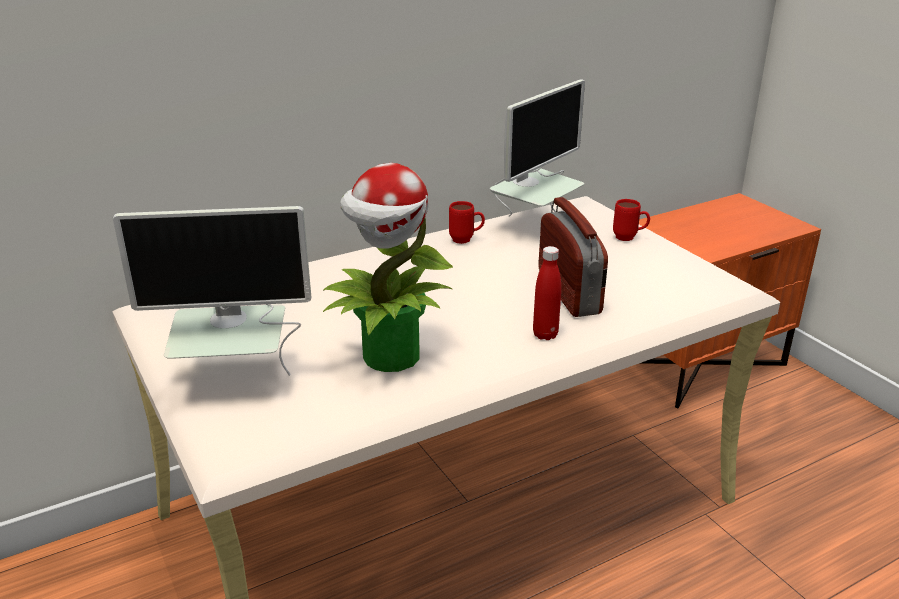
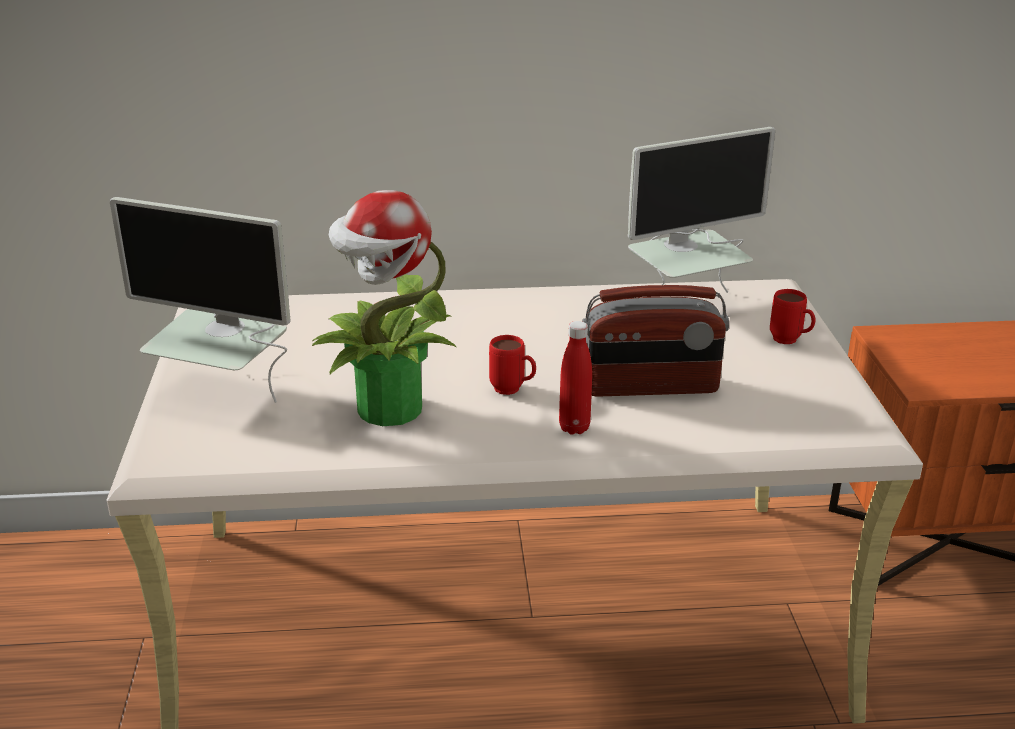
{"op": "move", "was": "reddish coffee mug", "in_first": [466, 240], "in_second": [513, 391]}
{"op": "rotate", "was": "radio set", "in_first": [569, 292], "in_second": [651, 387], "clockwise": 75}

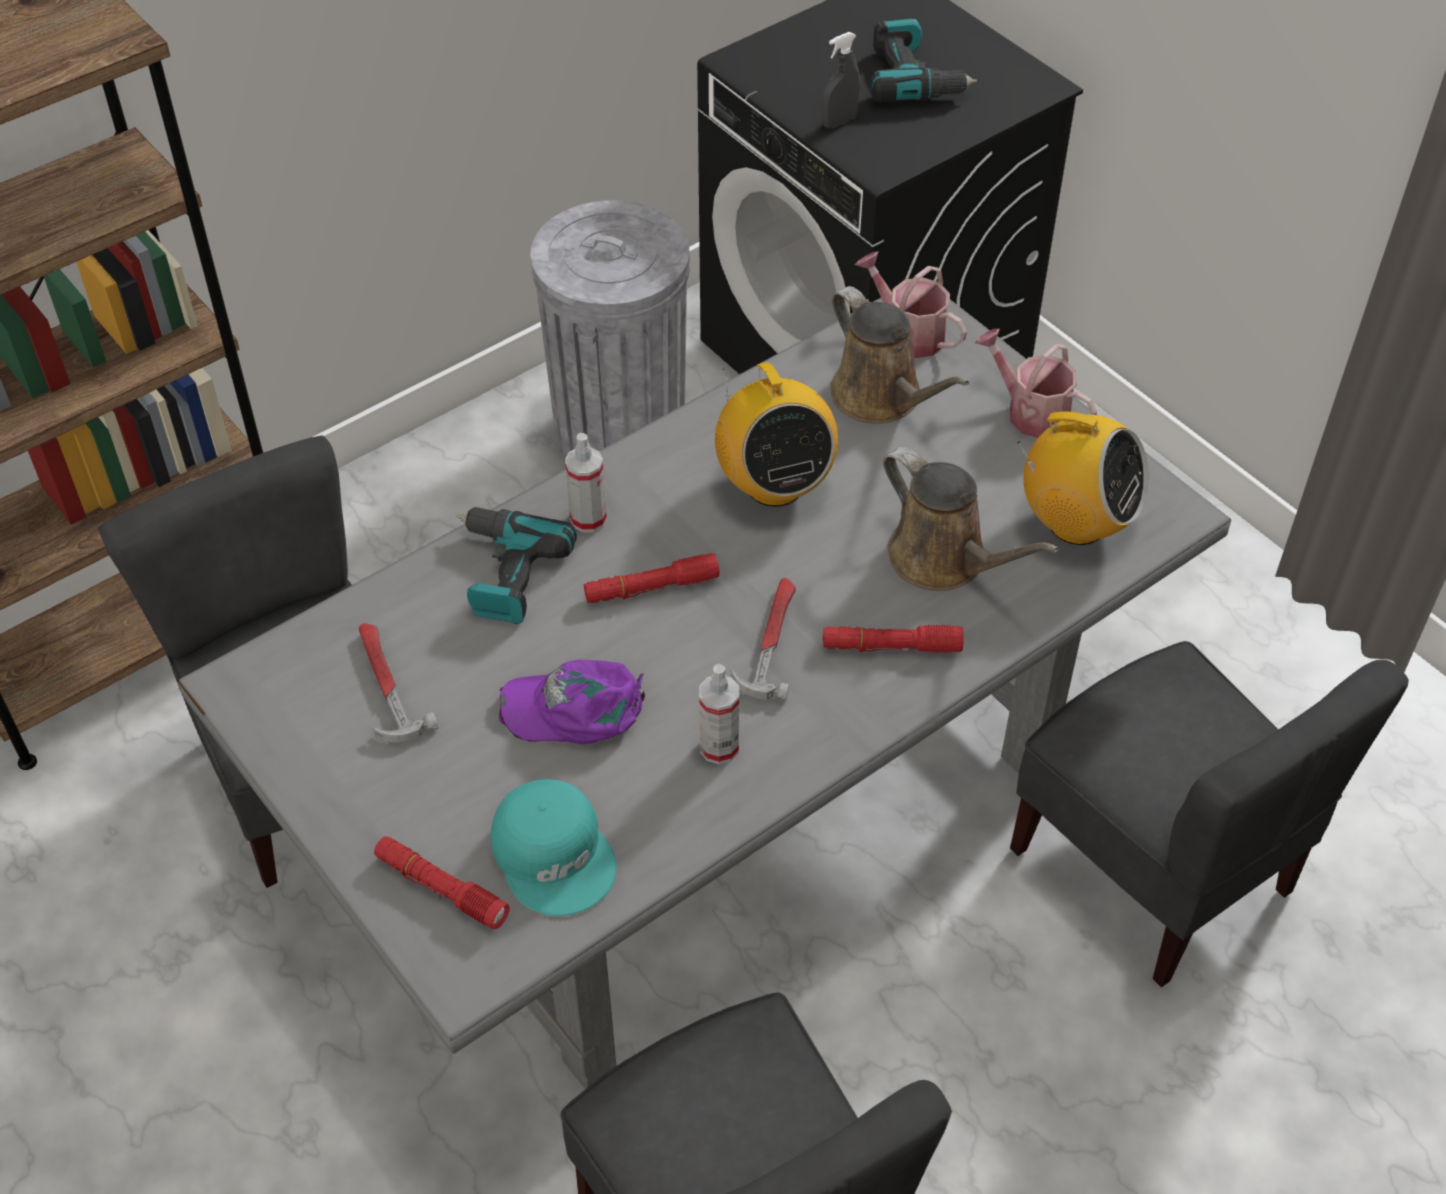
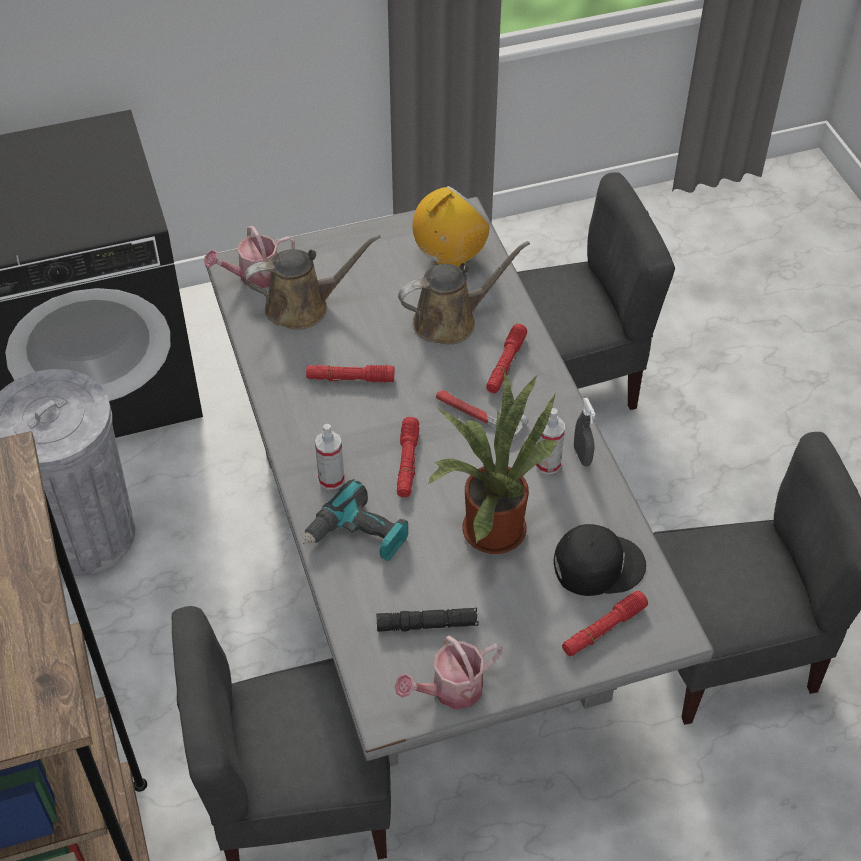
{"op": "replace", "was": "hand hammer", "now": "black-coloured hand torch", "in_first": [386, 686], "in_second": [427, 624]}
{"op": "recolor", "was": "turquoise peaked cap", "now": "black-coloured peaked cap", "in_first": [555, 853], "in_second": [597, 564]}
{"op": "replace", "was": "purple peaked cap", "now": "houseplant", "in_first": [575, 708], "in_second": [489, 527]}
{"op": "replace", "was": "radio set", "now": "reddish hand torch", "in_first": [774, 484], "in_second": [350, 378]}
{"op": "move", "was": "gray sprayer", "in_first": [839, 121], "in_second": [582, 456]}
{"op": "delete", "was": "electric drill", "in_first": [913, 78]}
{"op": "move", "was": "sprinkling can", "in_first": [1030, 411], "in_second": [450, 690]}

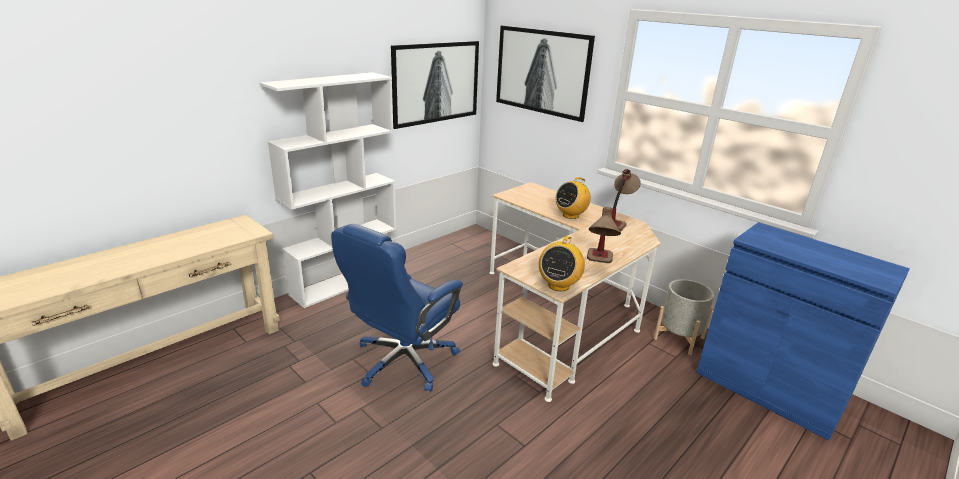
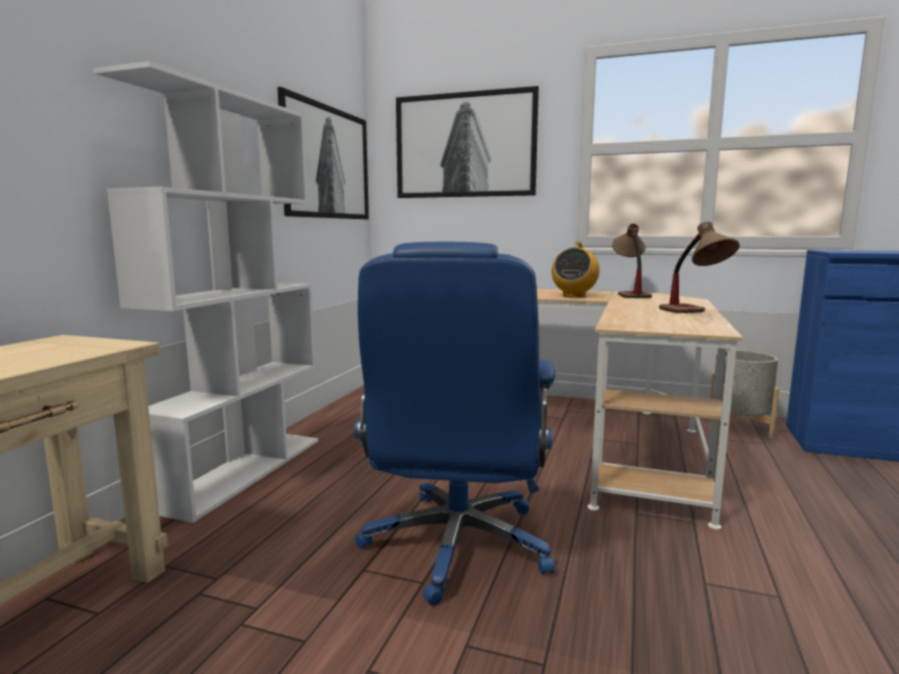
{"op": "delete", "was": "radio set", "in_first": [558, 285]}

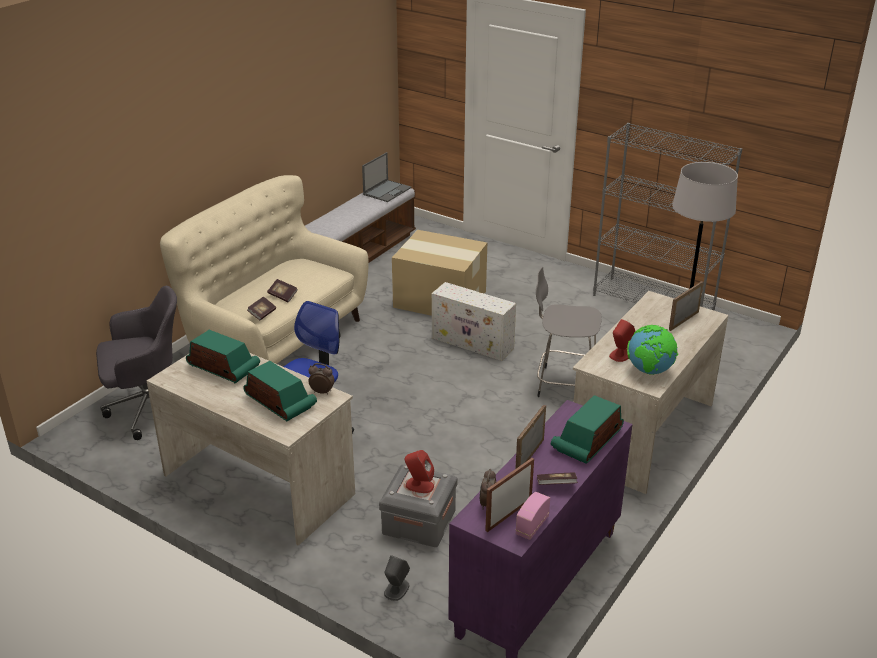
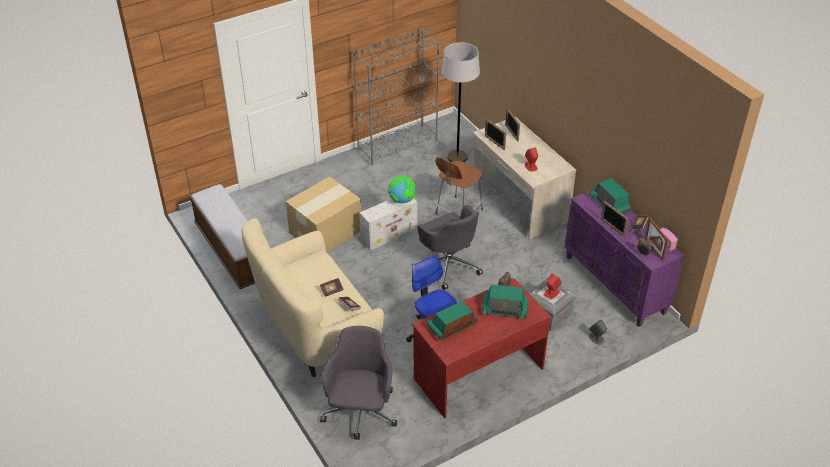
{"op": "recolor", "was": "beige desk unit", "now": "reddish desk unit", "in_first": [259, 483], "in_second": [478, 373]}
{"op": "rotate", "was": "radio set", "in_first": [280, 402], "in_second": [504, 309], "clockwise": -150}
{"op": "delete", "was": "notebook computer", "in_first": [387, 191]}
{"op": "recolor", "was": "gray sitting stool", "now": "brownish sitting stool", "in_first": [564, 384], "in_second": [458, 213]}
{"op": "move", "was": "desk globe", "in_first": [650, 371], "in_second": [402, 200]}
{"op": "insert", "now": "gray office chair", "in_second": [448, 264]}
{"op": "insert", "now": "standing frame", "in_second": [494, 142]}

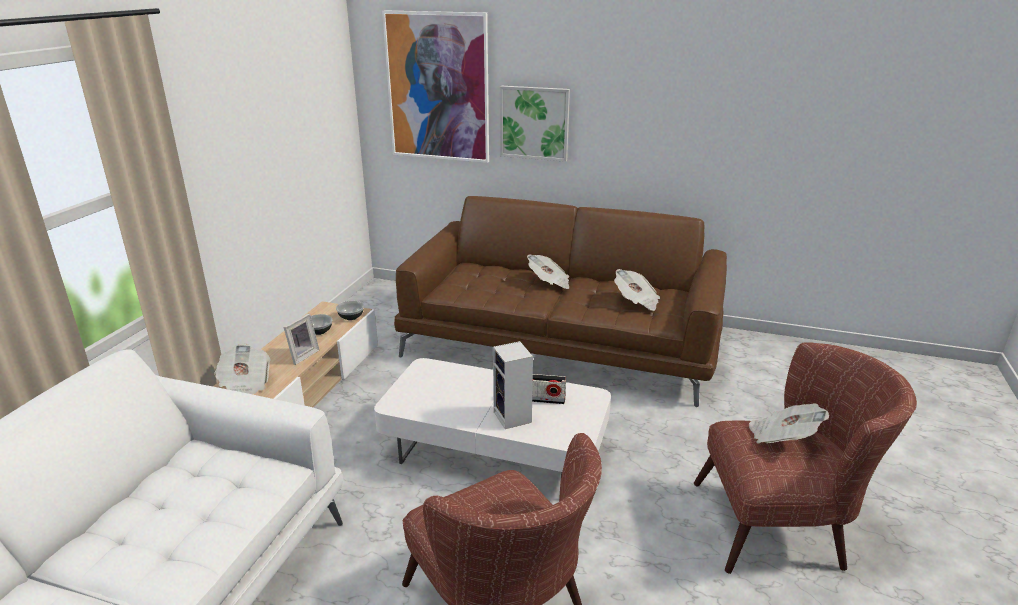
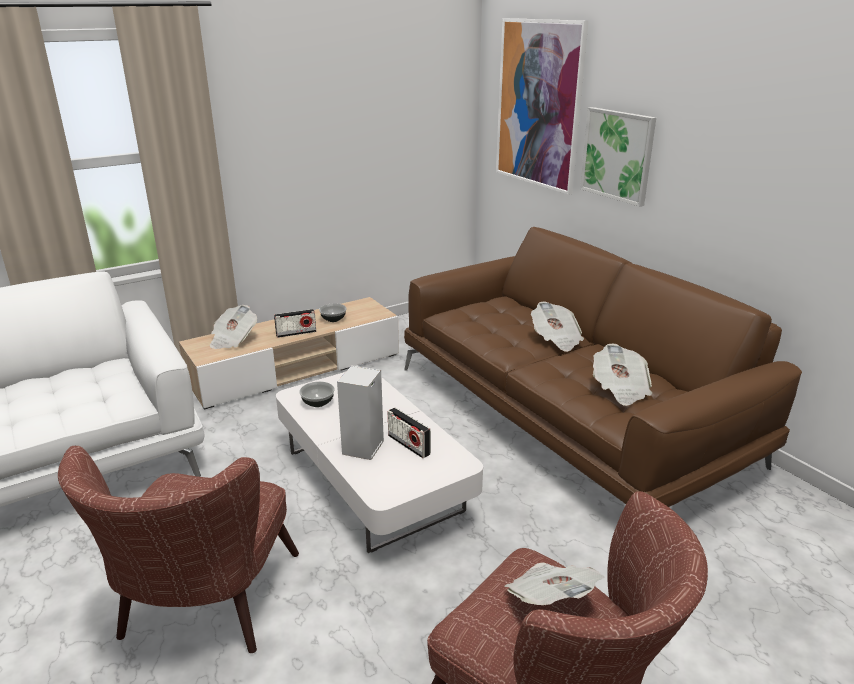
{"op": "replace", "was": "standing frame", "now": "radio set", "in_first": [302, 355], "in_second": [296, 333]}
{"op": "move", "was": "deep dish", "in_first": [351, 317], "in_second": [318, 402]}

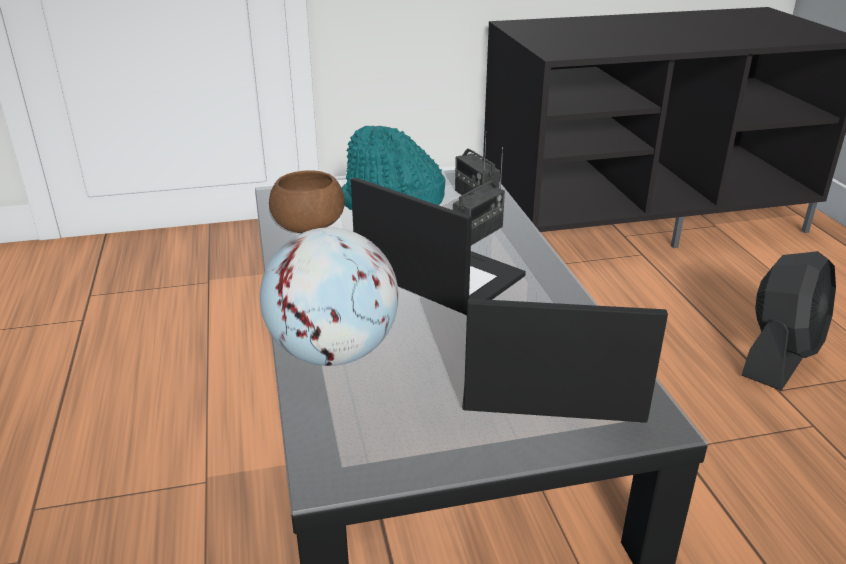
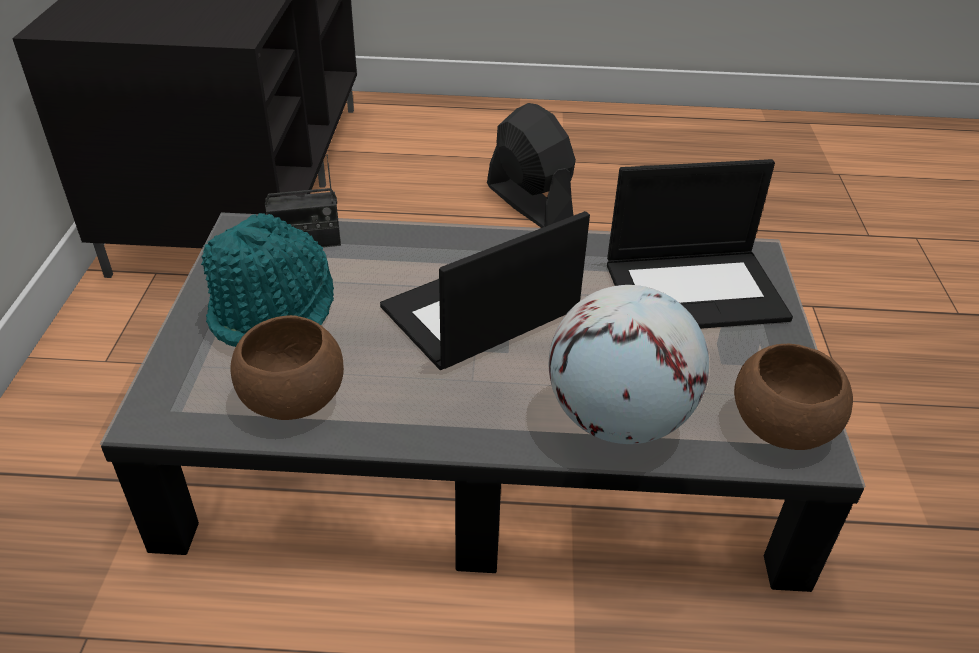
{"op": "delete", "was": "radio set", "in_first": [478, 233]}
{"op": "rotate", "was": "notebook computer", "in_first": [549, 381], "in_second": [696, 289], "clockwise": -120}
{"op": "insert", "now": "brownish deep dish", "in_second": [781, 426]}

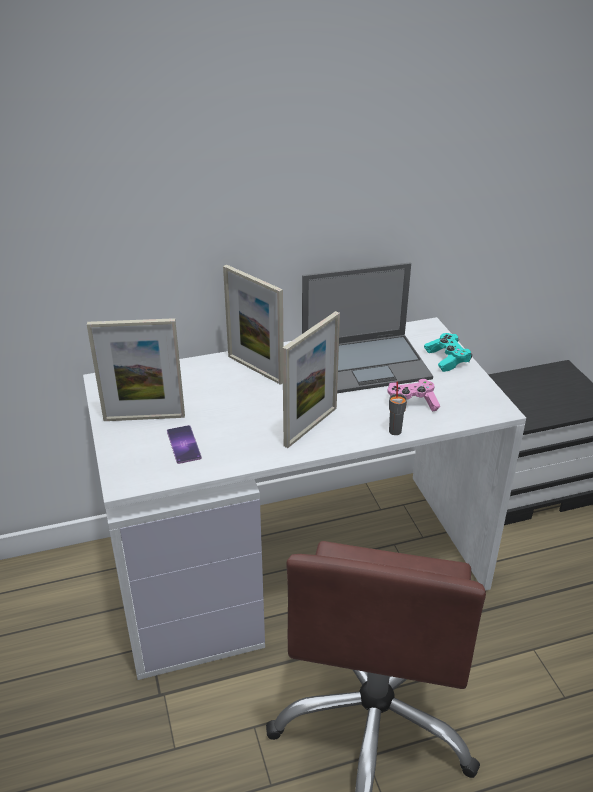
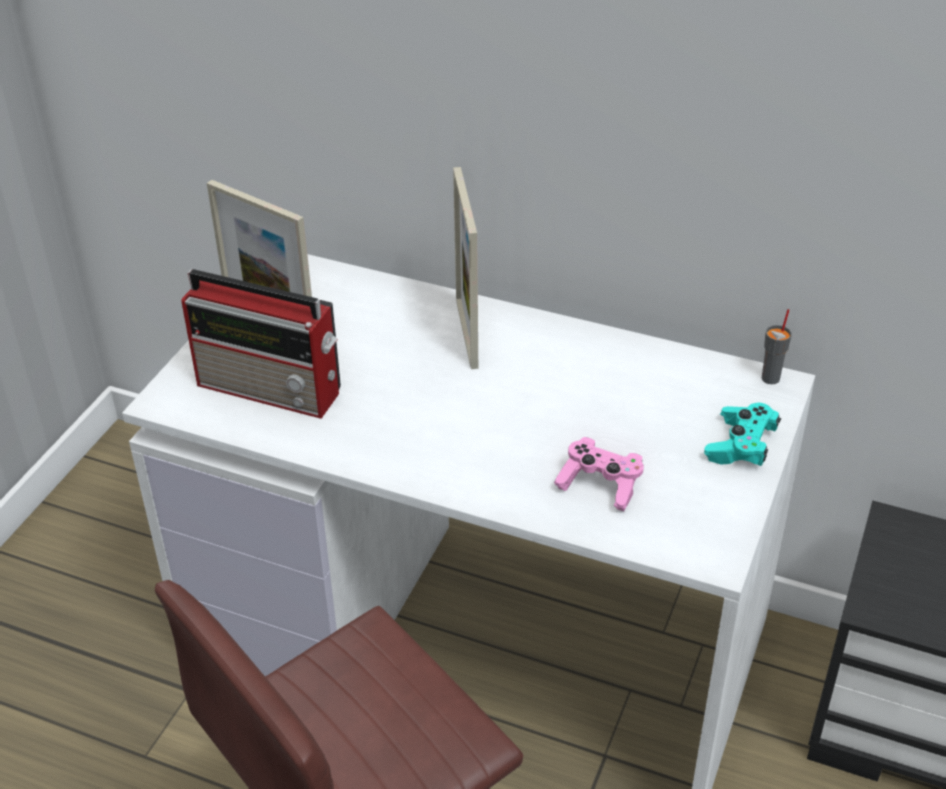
{"op": "replace", "was": "telephone", "now": "radio set", "in_first": [183, 444], "in_second": [272, 389]}
{"op": "delete", "was": "standing frame", "in_first": [310, 426]}
{"op": "delete", "was": "notebook computer", "in_first": [366, 363]}
{"op": "move", "was": "gray small cup", "in_first": [395, 431], "in_second": [771, 378]}

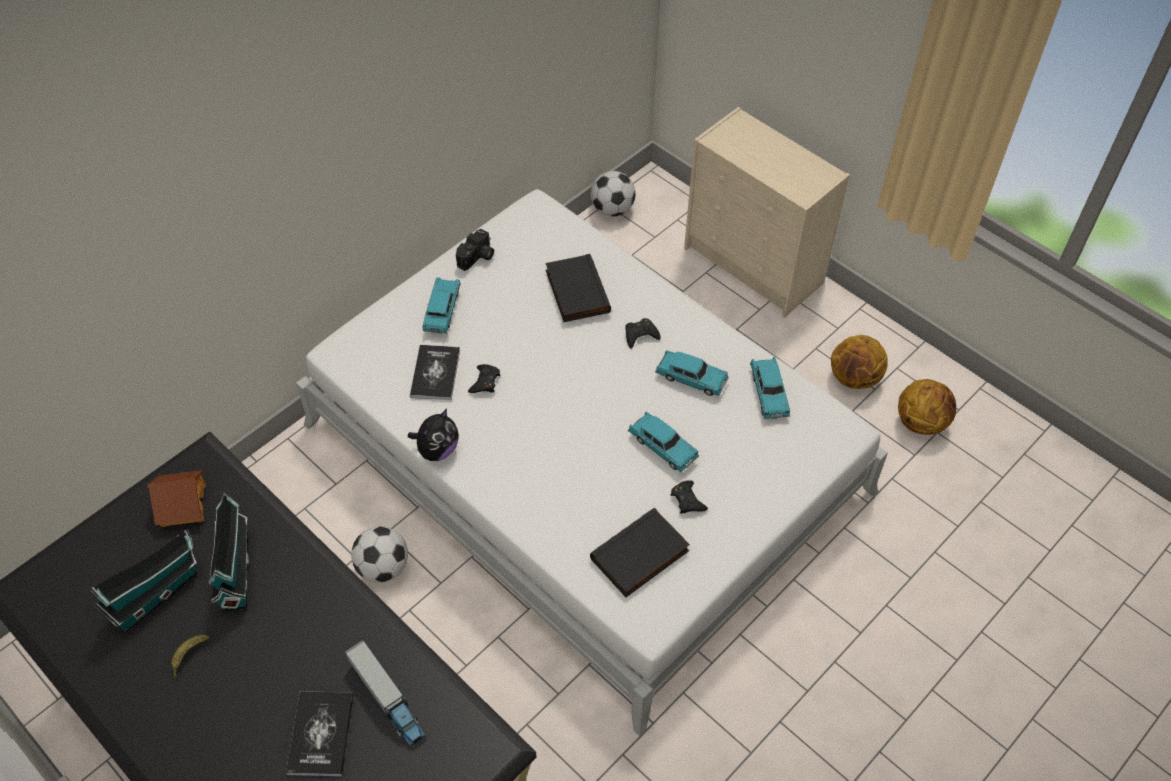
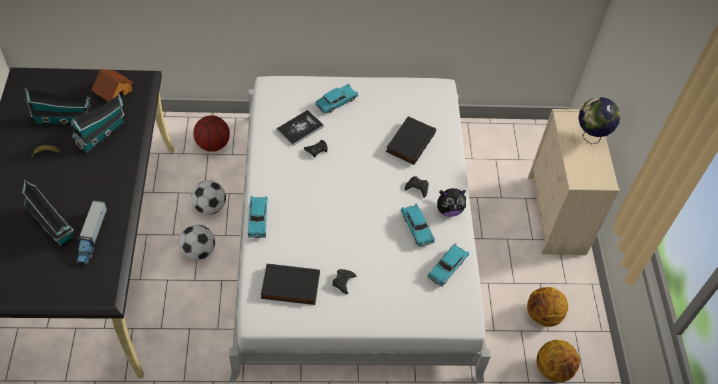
{"op": "replace", "was": "bound book", "now": "miniature house", "in_first": [321, 734], "in_second": [53, 227]}
{"op": "move", "was": "plush toy", "in_first": [437, 450], "in_second": [449, 210]}
{"op": "delete", "was": "photo camera", "in_first": [477, 258]}
{"op": "move", "was": "football", "in_first": [612, 209], "in_second": [198, 252]}
{"op": "move", "was": "turquoise model car", "in_first": [662, 447], "in_second": [258, 220]}
{"op": "insert", "now": "basketball", "in_second": [212, 144]}
{"op": "insert", "now": "desk globe", "in_second": [590, 137]}

